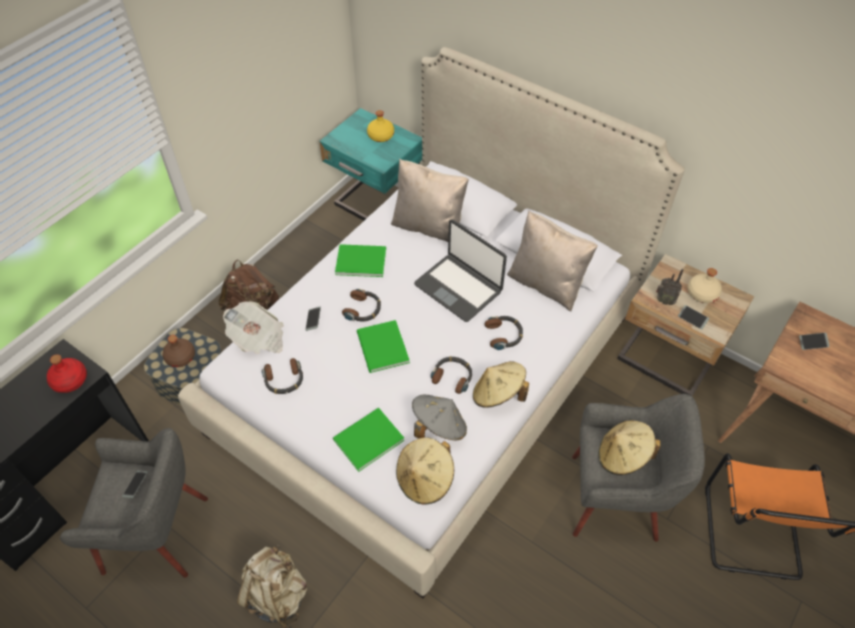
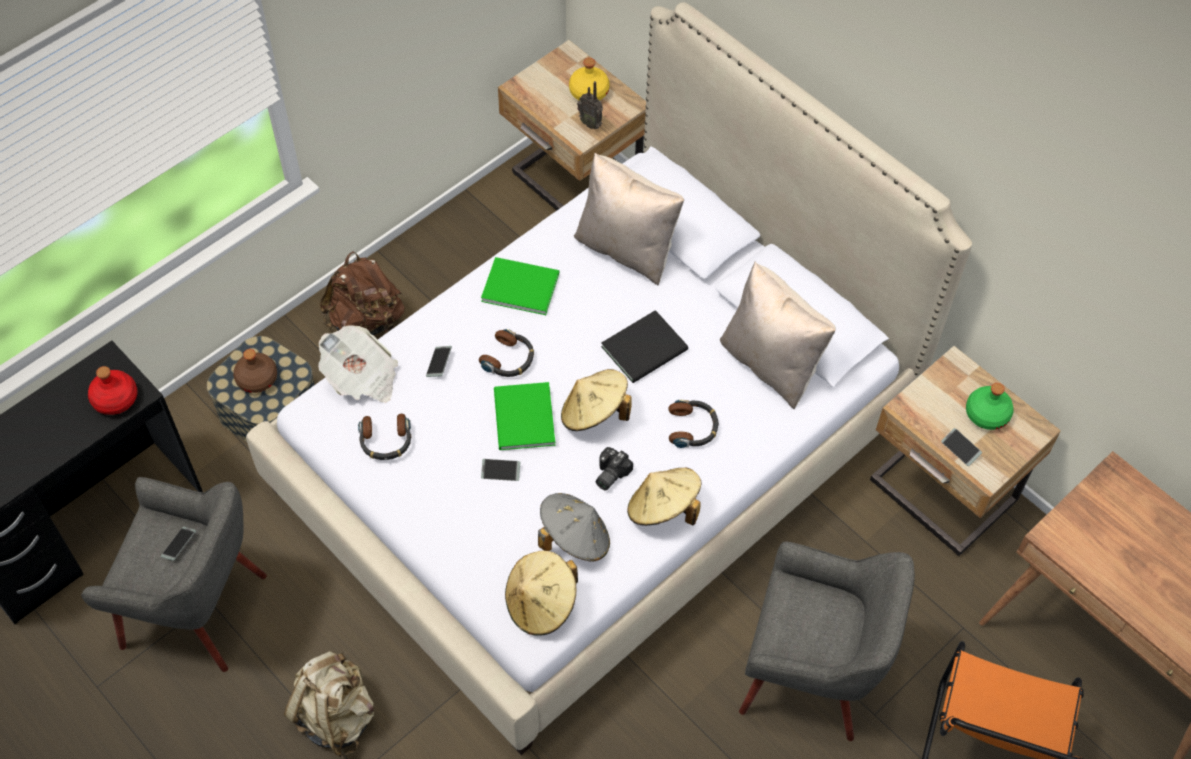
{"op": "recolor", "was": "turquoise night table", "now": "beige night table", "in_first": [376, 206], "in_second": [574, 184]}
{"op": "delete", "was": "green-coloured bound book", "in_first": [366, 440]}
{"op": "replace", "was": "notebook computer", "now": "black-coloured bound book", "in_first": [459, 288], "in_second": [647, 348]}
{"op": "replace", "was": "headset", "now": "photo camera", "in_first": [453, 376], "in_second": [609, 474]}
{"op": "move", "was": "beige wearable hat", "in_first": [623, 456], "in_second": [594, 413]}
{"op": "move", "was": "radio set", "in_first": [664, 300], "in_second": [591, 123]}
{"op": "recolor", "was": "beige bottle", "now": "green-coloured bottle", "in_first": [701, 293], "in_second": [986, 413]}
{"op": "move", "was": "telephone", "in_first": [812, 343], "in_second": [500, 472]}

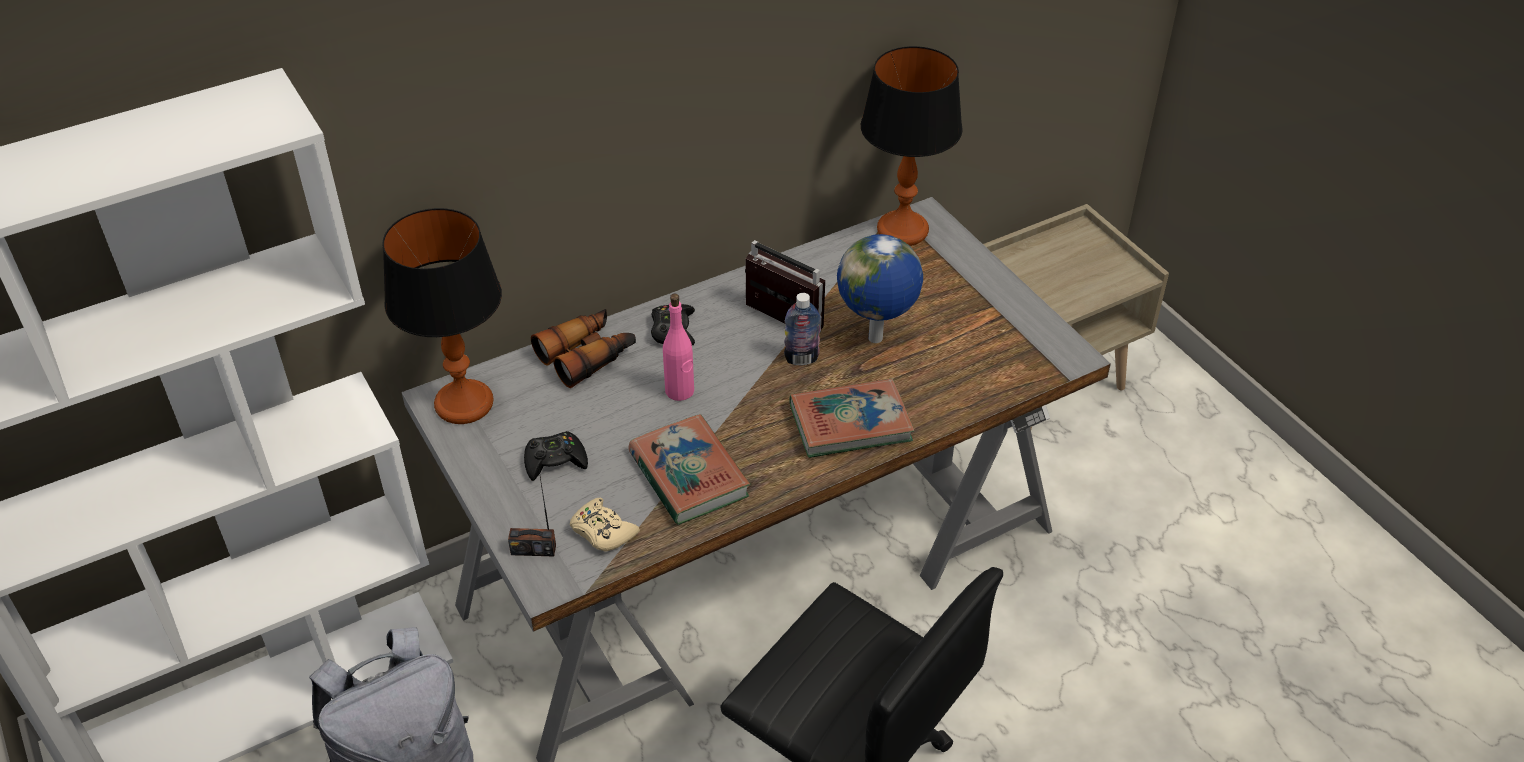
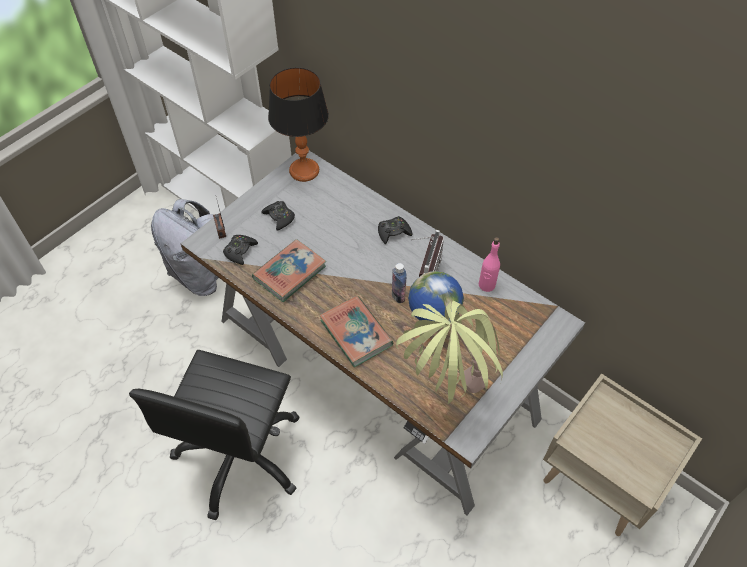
{"op": "delete", "was": "binoculars", "in_first": [587, 355]}
{"op": "recolor", "was": "beige gamepad", "now": "black-coloured gamepad", "in_first": [602, 531], "in_second": [240, 251]}
{"op": "move", "was": "pink bottle", "in_first": [680, 391], "in_second": [486, 285]}
{"op": "delete", "was": "lamp for a table", "in_first": [902, 231]}
{"op": "insert", "now": "houseplant", "in_second": [445, 394]}

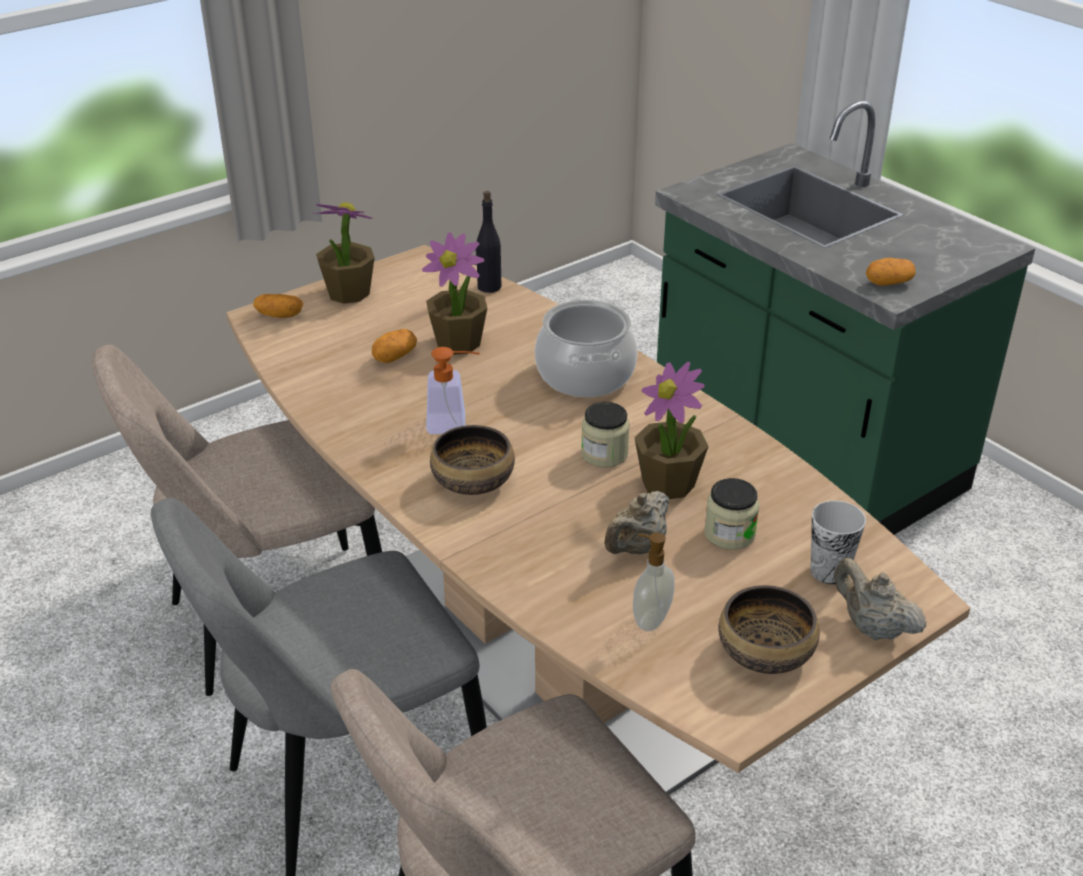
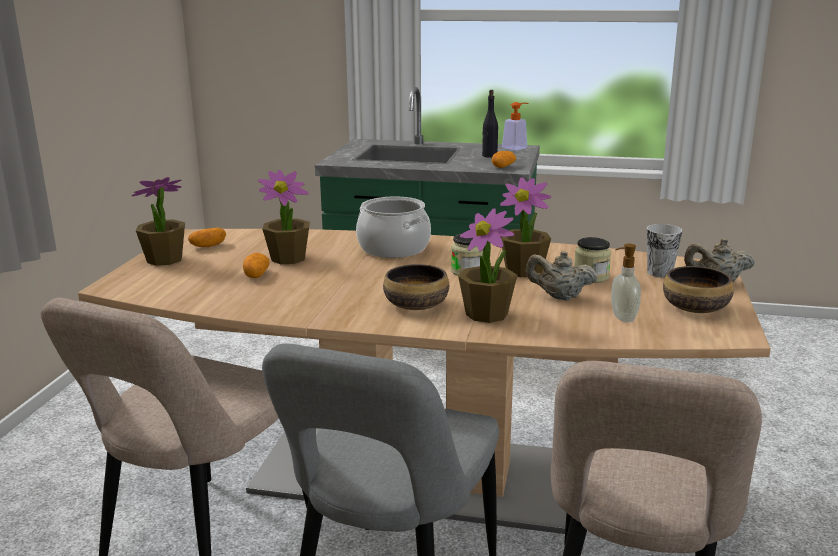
{"op": "move", "was": "whole potato", "in_first": [279, 315], "in_second": [208, 246]}
{"op": "move", "was": "soap bottle", "in_first": [454, 424], "in_second": [517, 148]}
{"op": "move", "was": "black-coloured bottle", "in_first": [489, 287], "in_second": [489, 156]}
{"op": "rotate", "was": "beige pot for tea", "in_first": [637, 548], "in_second": [559, 297], "clockwise": 105}
{"op": "insert", "now": "houseplant", "in_second": [487, 314]}

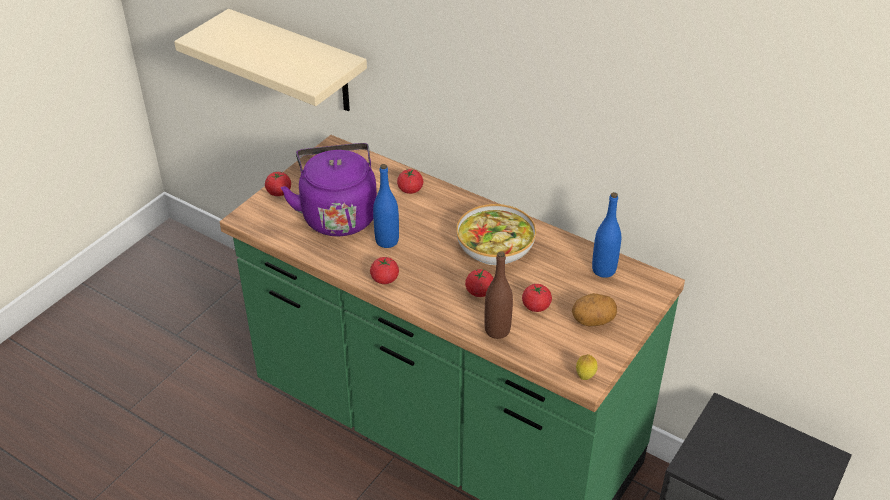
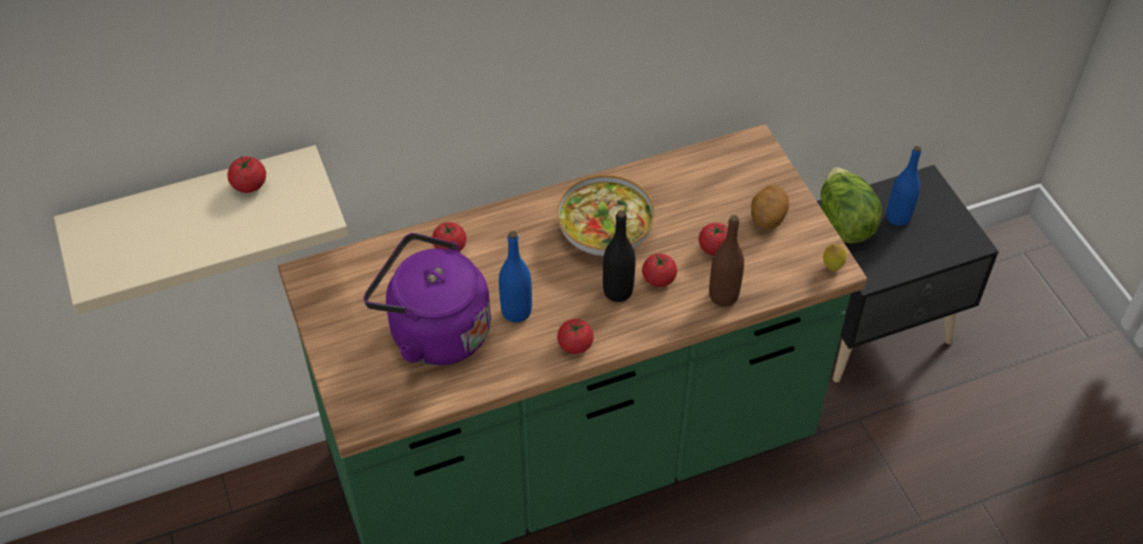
{"op": "move", "was": "whole tomato", "in_first": [279, 192], "in_second": [249, 185]}
{"op": "move", "was": "bluish bottle", "in_first": [603, 270], "in_second": [898, 217]}
{"op": "insert", "now": "black-coloured bottle", "in_second": [618, 291]}
{"op": "insert", "now": "lettuce head", "in_second": [844, 223]}

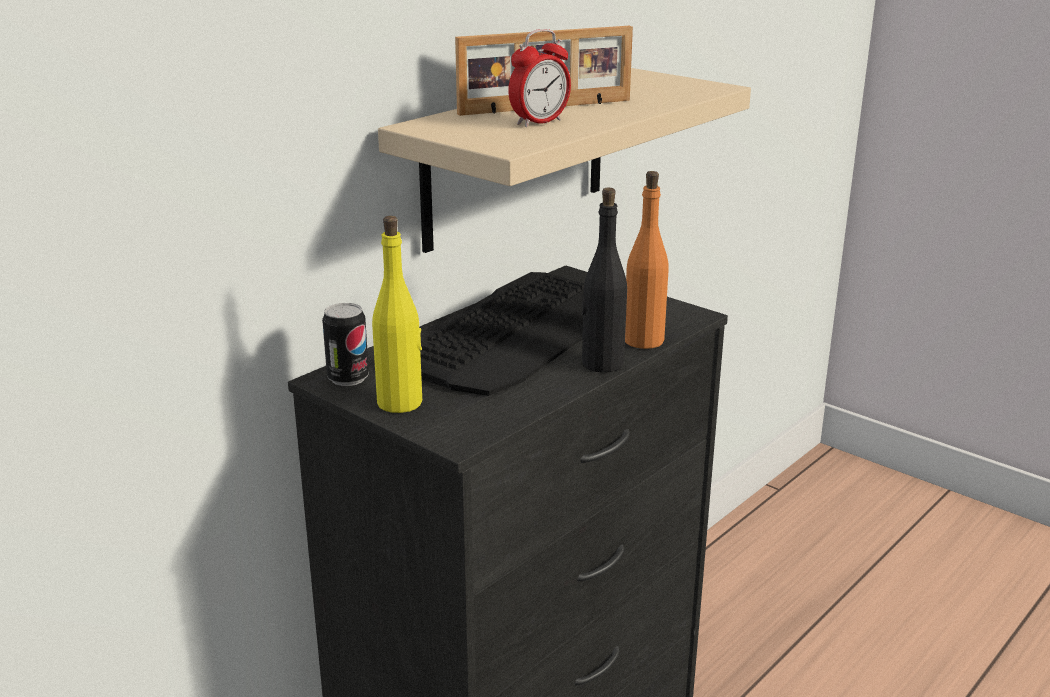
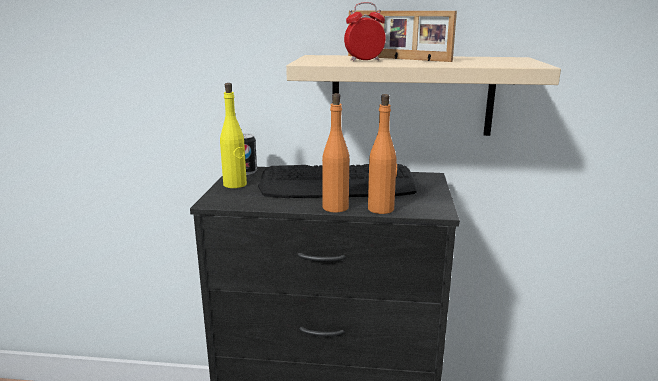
{"op": "rotate", "was": "alarm clock", "in_first": [539, 122], "in_second": [364, 60], "clockwise": 150}
{"op": "recolor", "was": "black-coloured bottle", "now": "orange bottle", "in_first": [602, 364], "in_second": [335, 207]}

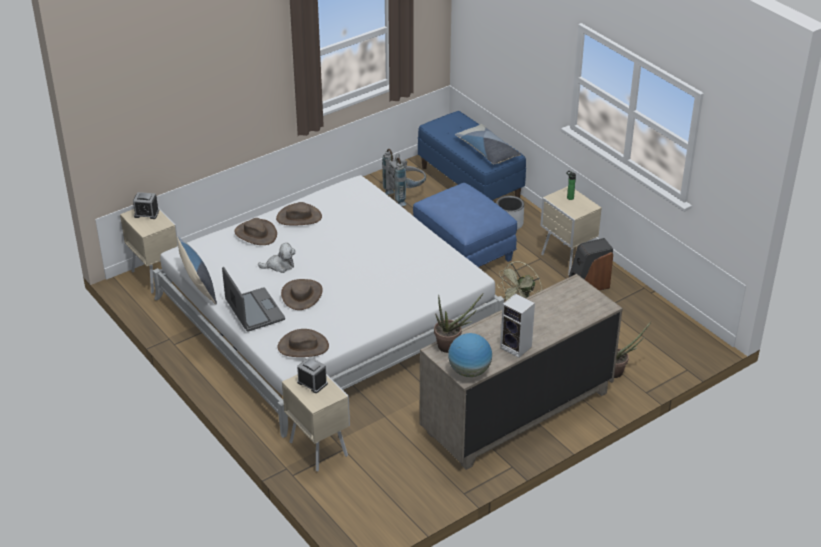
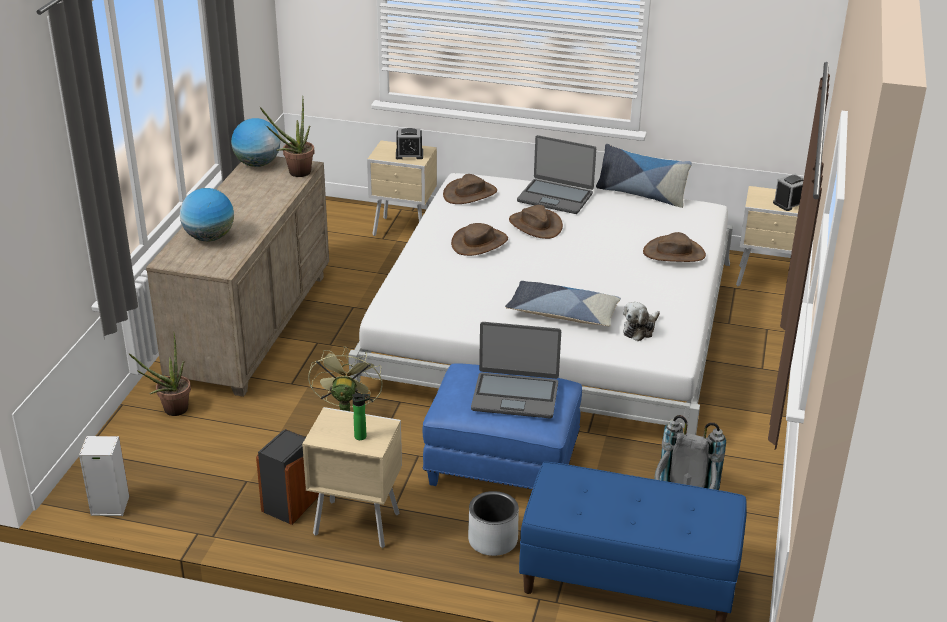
{"op": "move", "was": "plush toy", "in_first": [279, 266], "in_second": [640, 329]}
{"op": "move", "was": "brownish wearable hat", "in_first": [299, 217], "in_second": [479, 243]}
{"op": "move", "was": "pillow", "in_first": [487, 151], "in_second": [562, 313]}
{"op": "move", "was": "speaker", "in_first": [517, 347], "in_second": [108, 506]}
{"op": "insert", "now": "desk globe", "in_second": [209, 238]}
{"op": "insert", "now": "notebook computer", "in_second": [515, 396]}

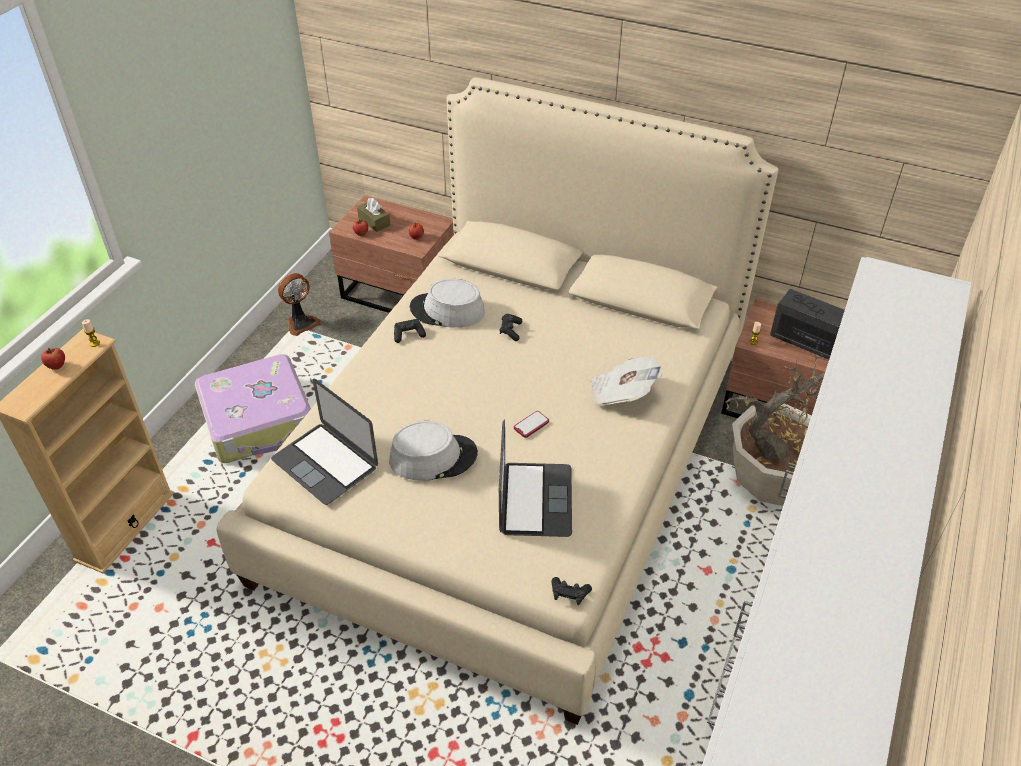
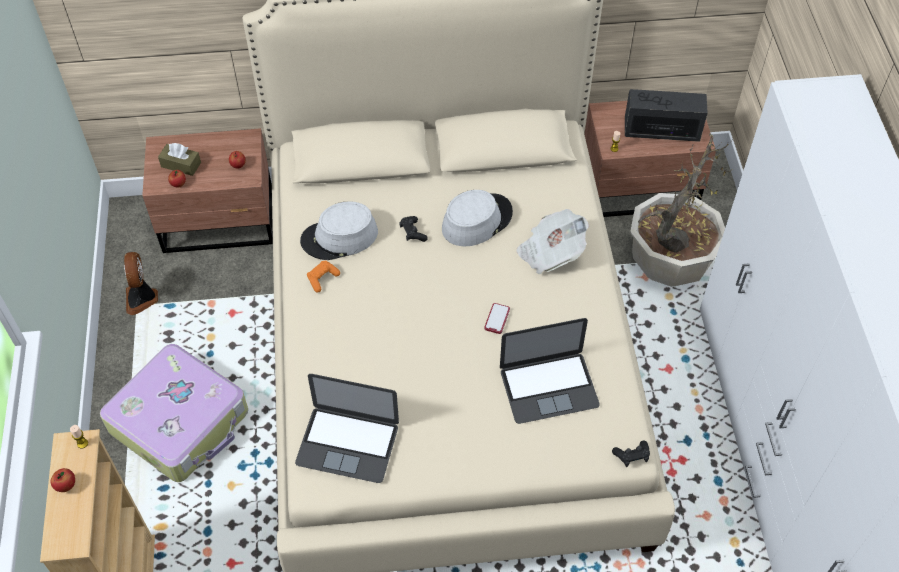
{"op": "rotate", "was": "electric fan", "in_first": [301, 323], "in_second": [142, 298], "clockwise": 150}
{"op": "move", "was": "gray wearable hat", "in_first": [433, 457], "in_second": [476, 220]}
{"op": "recolor", "was": "black-coloured gamepad", "now": "orange gamepad", "in_first": [408, 335], "in_second": [322, 279]}
{"op": "rotate", "was": "notebook computer", "in_first": [535, 499], "in_second": [548, 387], "clockwise": 105}

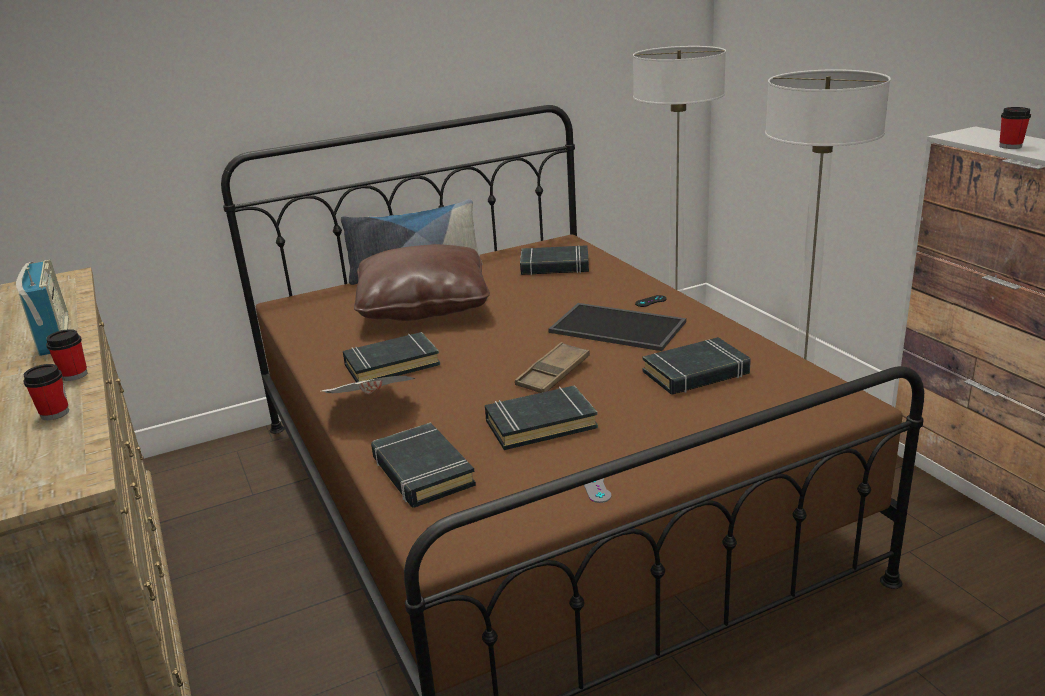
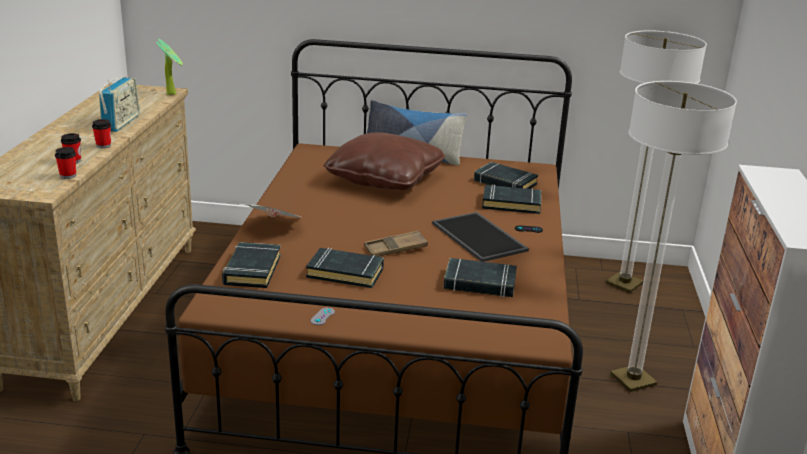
{"op": "move", "was": "black-coloured bound book", "in_first": [391, 364], "in_second": [511, 203]}
{"op": "move", "was": "small cup", "in_first": [1010, 146], "in_second": [68, 176]}
{"op": "insert", "now": "houseplant", "in_second": [172, 93]}

